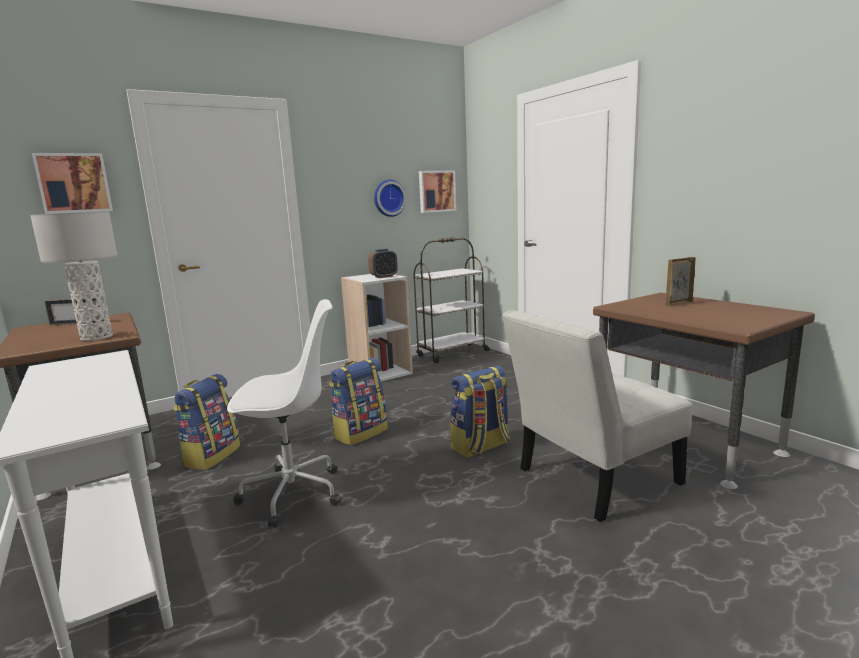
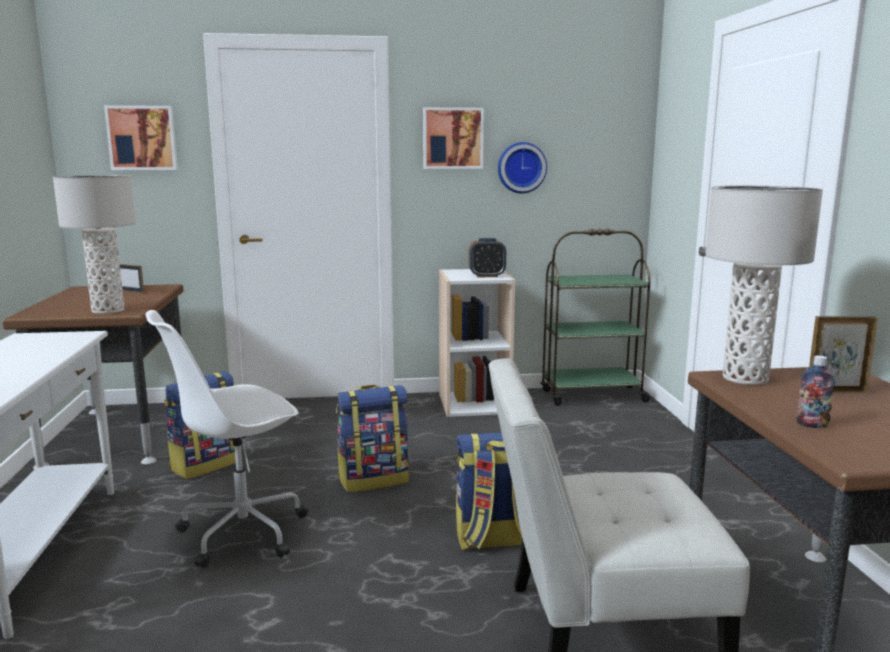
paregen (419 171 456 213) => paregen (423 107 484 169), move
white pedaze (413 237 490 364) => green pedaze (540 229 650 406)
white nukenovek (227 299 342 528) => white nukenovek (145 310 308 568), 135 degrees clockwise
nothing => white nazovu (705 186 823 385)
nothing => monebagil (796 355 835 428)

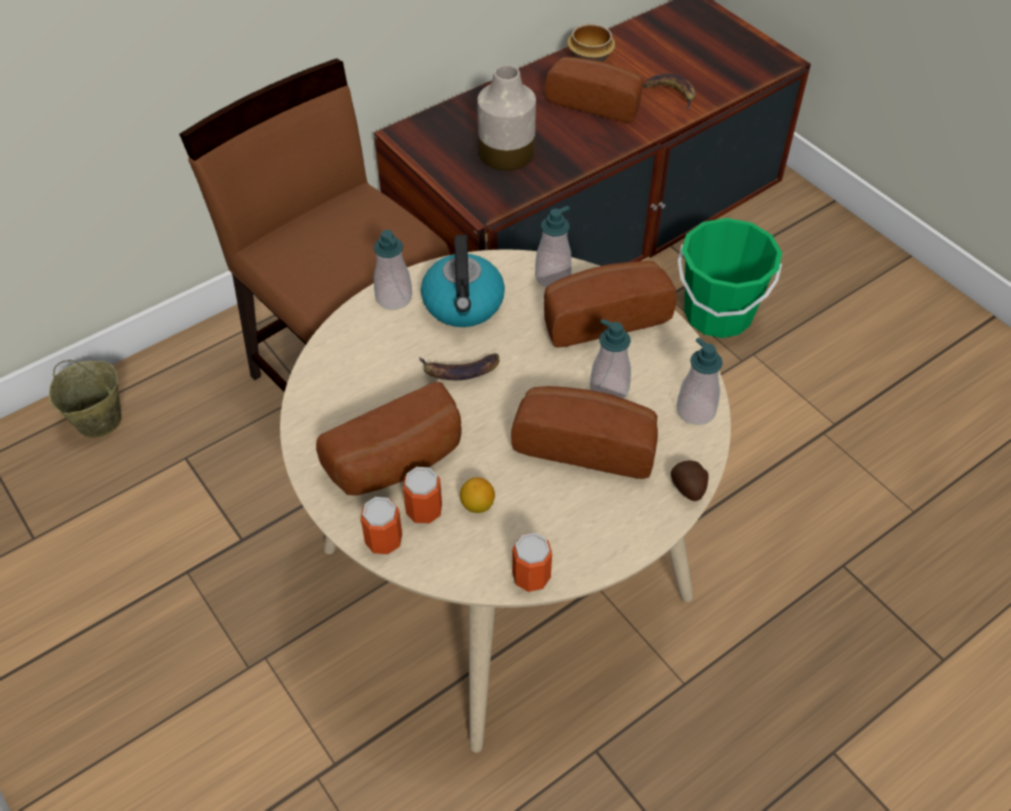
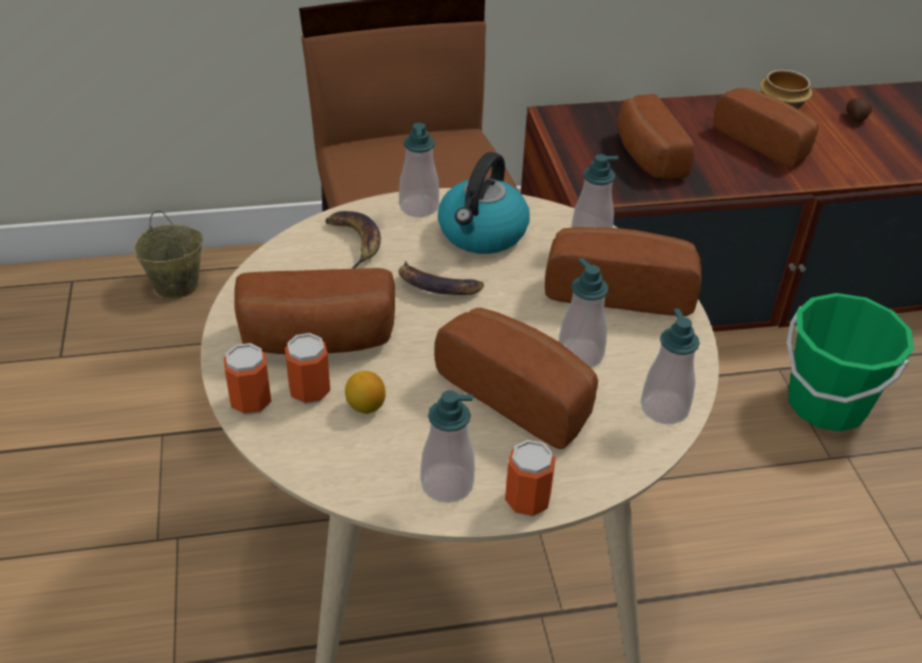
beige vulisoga (477 65 536 171) => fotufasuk (617 94 694 179)
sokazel (643 74 696 110) => sokazel (325 211 381 269), move
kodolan (671 460 709 501) => kodolan (846 98 872 123), move
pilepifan (512 533 552 592) => pilepifan (505 440 556 517), move
nothing => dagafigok (421 390 475 503)

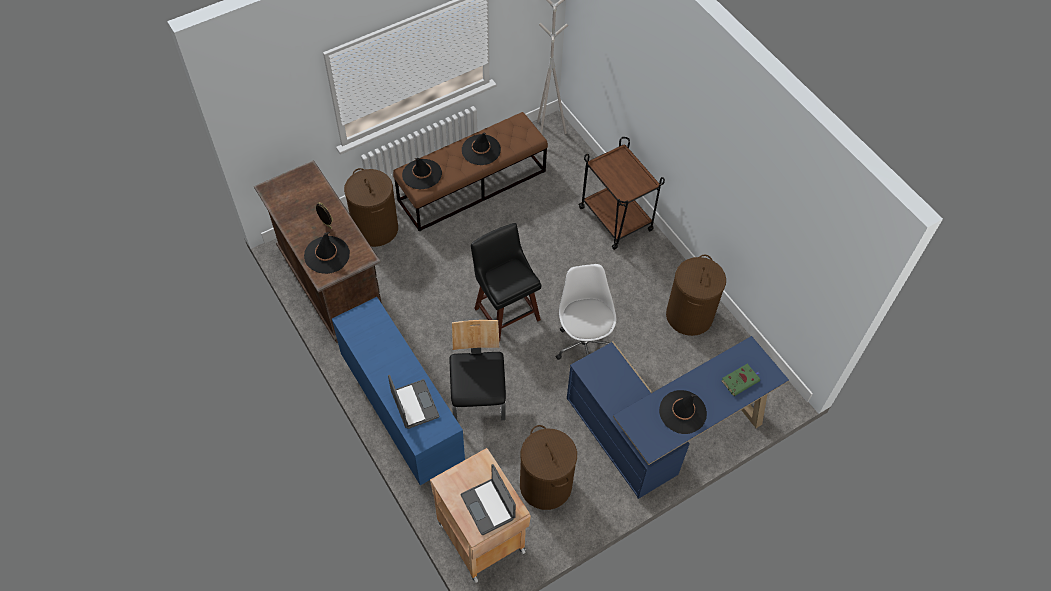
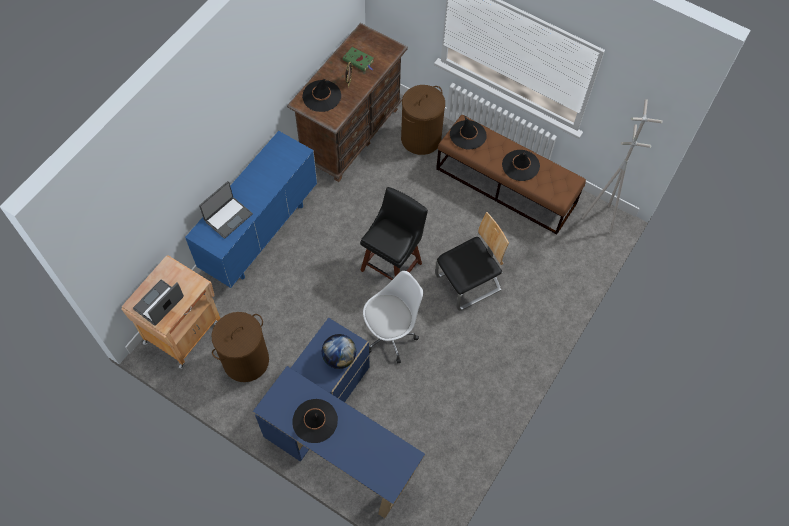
brown pedaze (579 137 665 250) => nothing
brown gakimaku (666 255 726 336) => nothing
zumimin (449 320 506 422) => zumimin (435 212 509 310), move
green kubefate (721 364 760 396) => green kubefate (343 47 374 71), move
nothing => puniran (322 334 356 369)

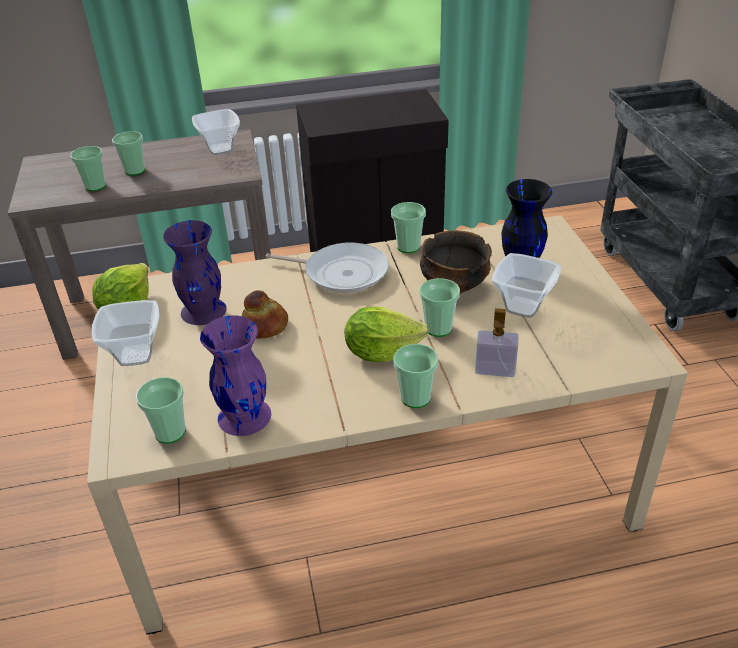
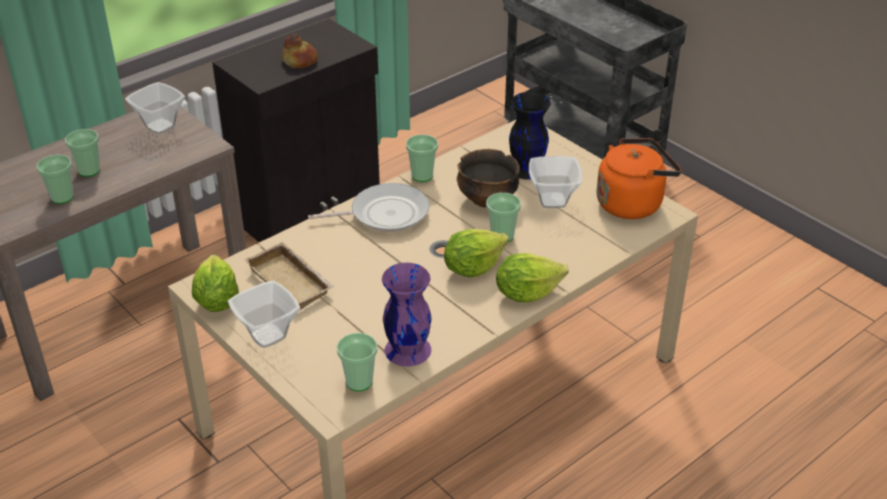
purple vulisoga (163 220 227 325) => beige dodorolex (244 242 335 310)
fotufasuk (242 290 288 339) => fotufasuk (282 34 318 68), move
dagafigok (475 308 519 377) => nothing
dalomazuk (394 344 438 408) => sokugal (496 253 568 303)
nothing => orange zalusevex (596 138 681 219)

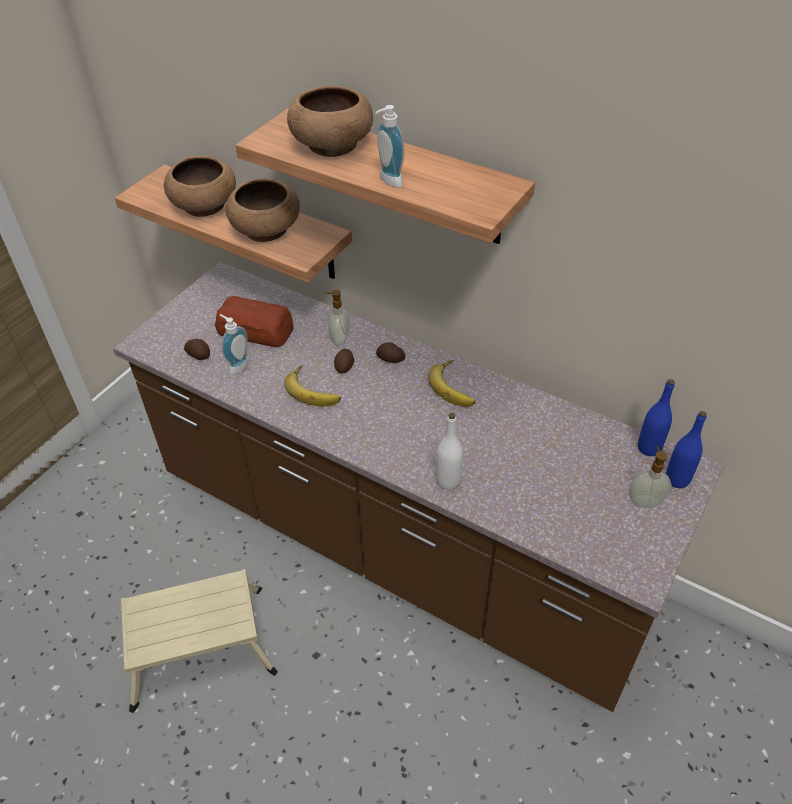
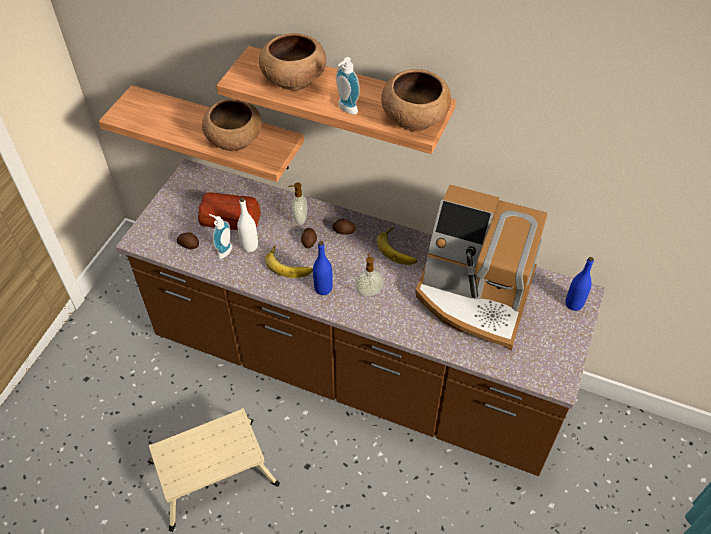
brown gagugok (164 156 236 217) => brown gagugok (381 69 451 131), move
blue monebagil (638 379 675 456) => blue monebagil (313 241 333 295), move
white monebagil (436 413 463 490) => white monebagil (237 198 258 252), move
dagafigok (629 446 672 507) => dagafigok (355 254 384 297), move
nothing => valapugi (415 185 548 351)

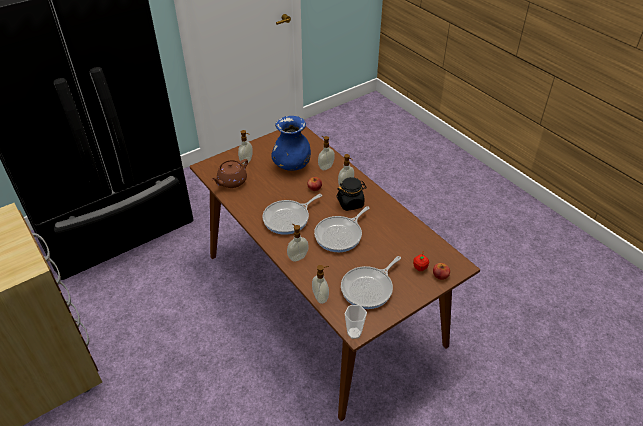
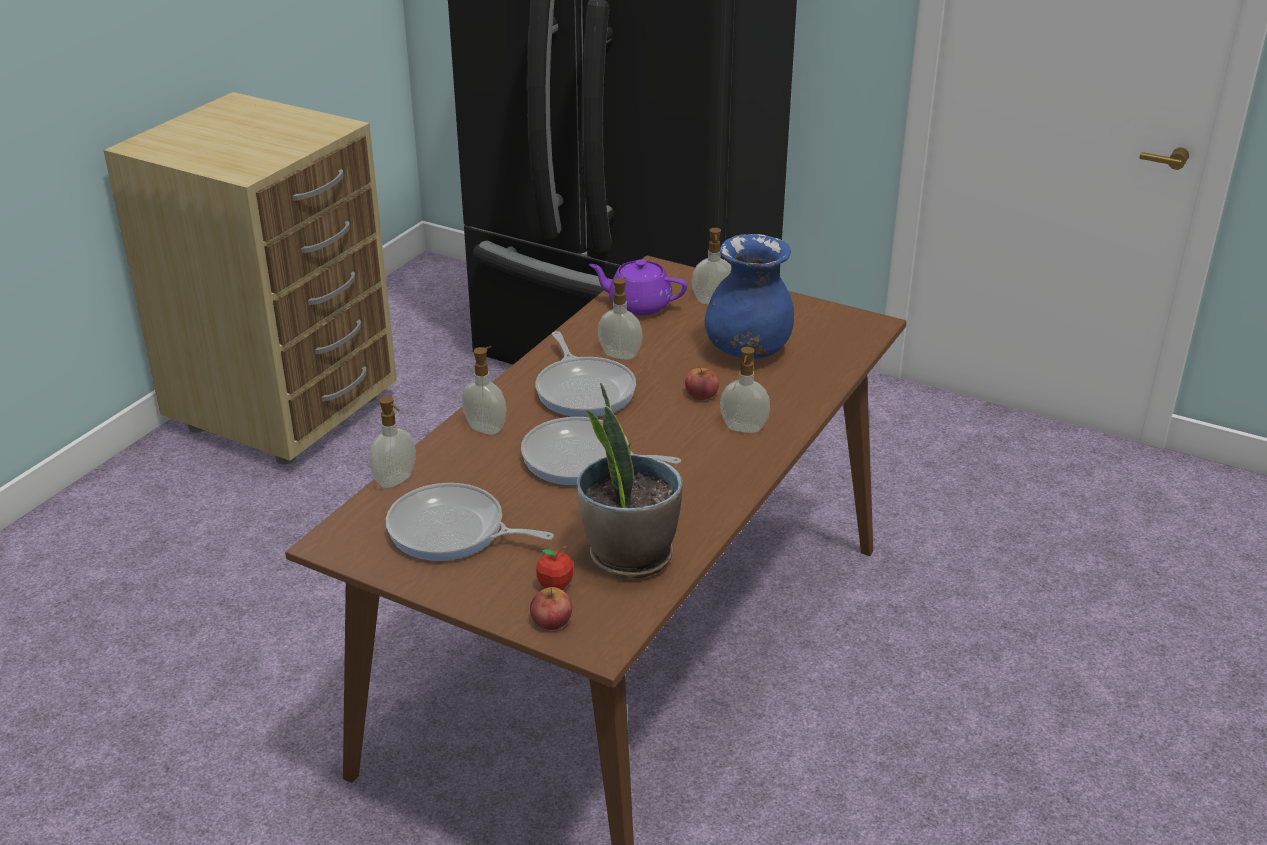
dagafigok (318 136 335 170) => dagafigok (598 277 643 359), move
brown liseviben (211 159 248 188) => purple liseviben (588 259 687 316)
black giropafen (336 177 367 211) => nothing
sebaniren (262 194 322 235) => sebaniren (536 331 636 417), 135 degrees counterclockwise
dalomazuk (344 305 367 339) => nothing
nothing => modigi (577 383 683 579)

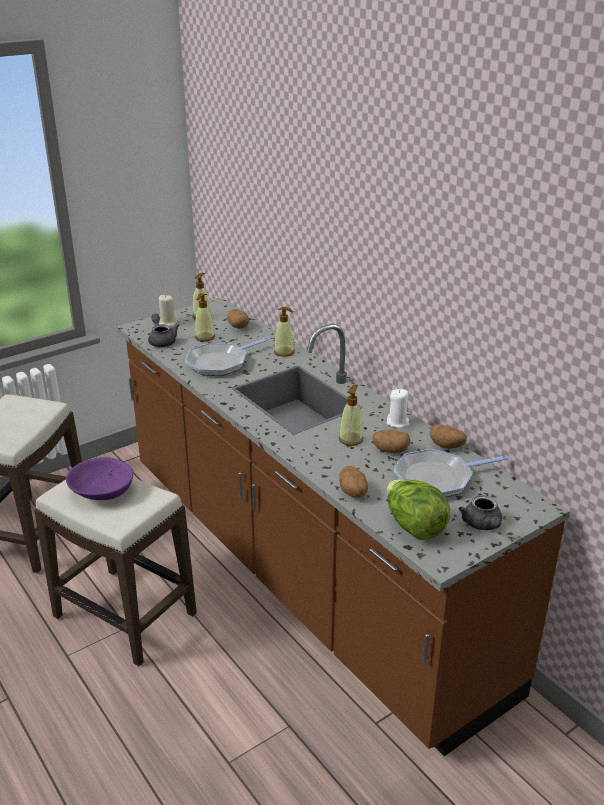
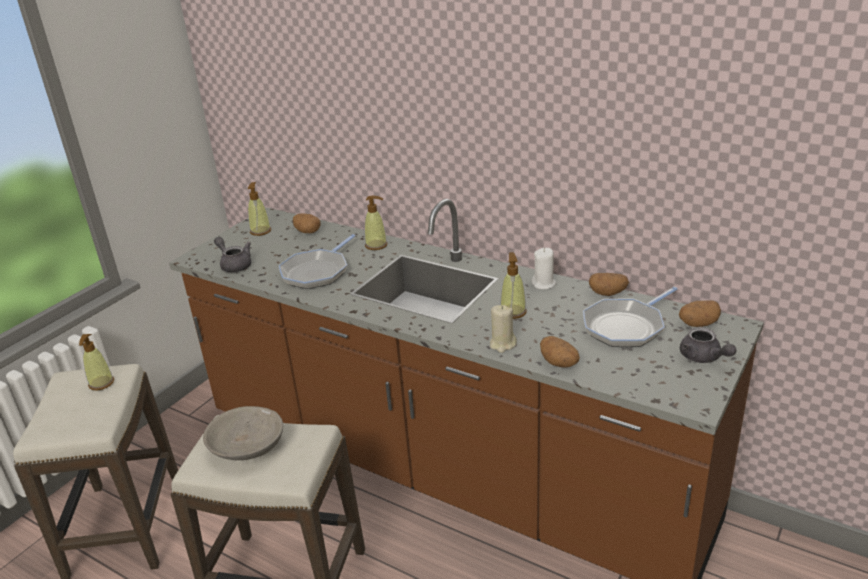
dagafigok (195 293 215 341) => dagafigok (79 334 114 390), move
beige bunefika (159 295 177 327) => beige bunefika (490 305 517 353), move
kodolan (372 430 410 453) => kodolan (679 300 721 327), move
purple gagugok (66 457 133 500) => grey gagugok (203 406 283 460)
sokugal (387 479 450 540) => nothing

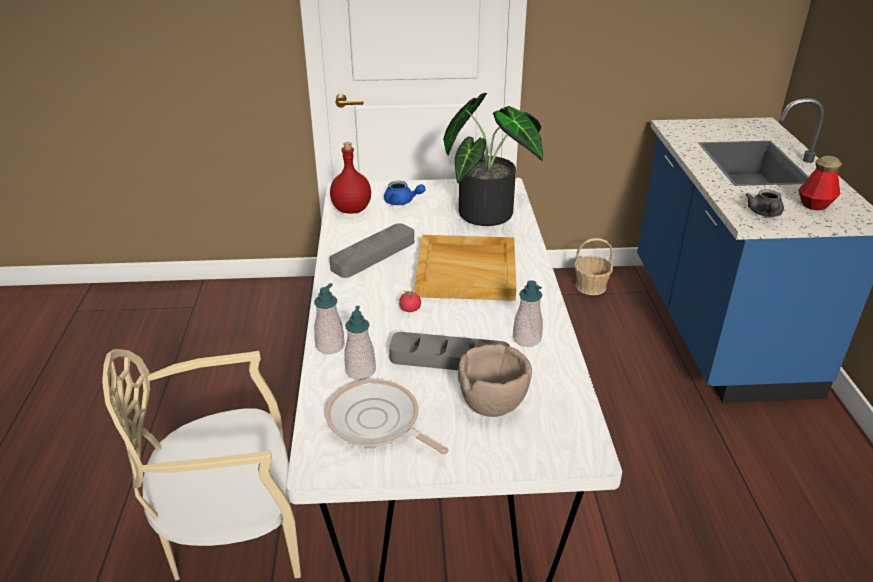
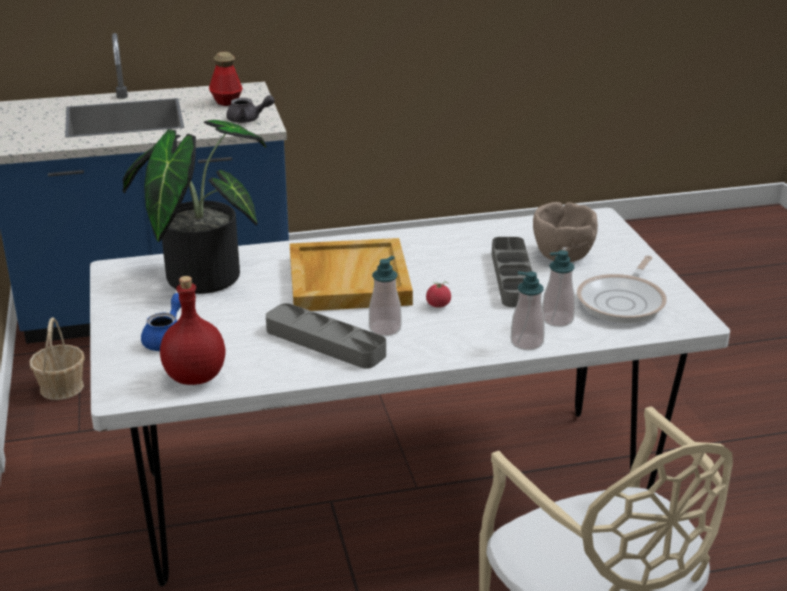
dagafigok (513 280 543 347) => dagafigok (369 256 402 336), move

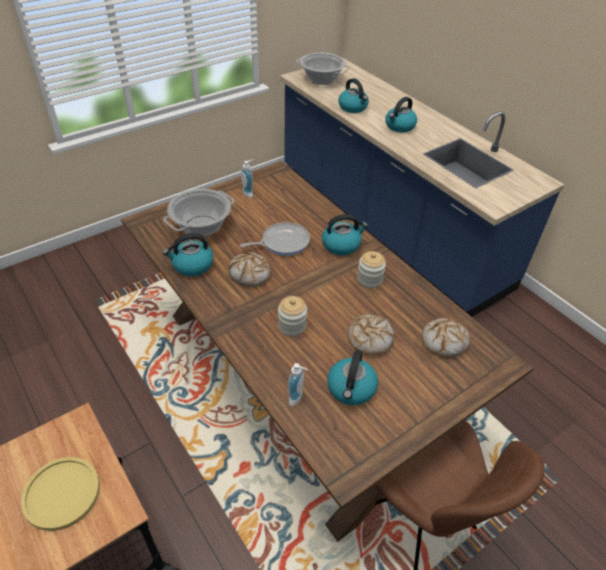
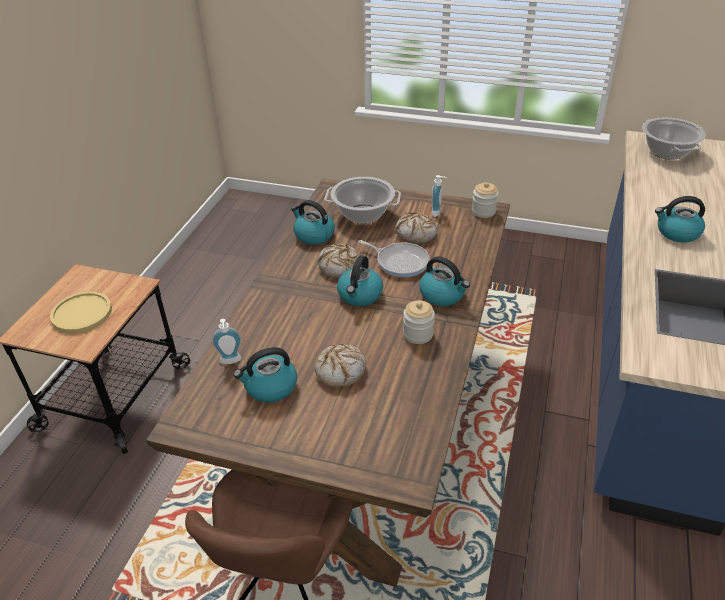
zalusevex (338 78 369 113) => zalusevex (337 255 383 306), move
giropafen (278 296 307 336) => giropafen (472 182 498 218), move
fotufasuk (421 318 470 358) => fotufasuk (395 212 437 243), move

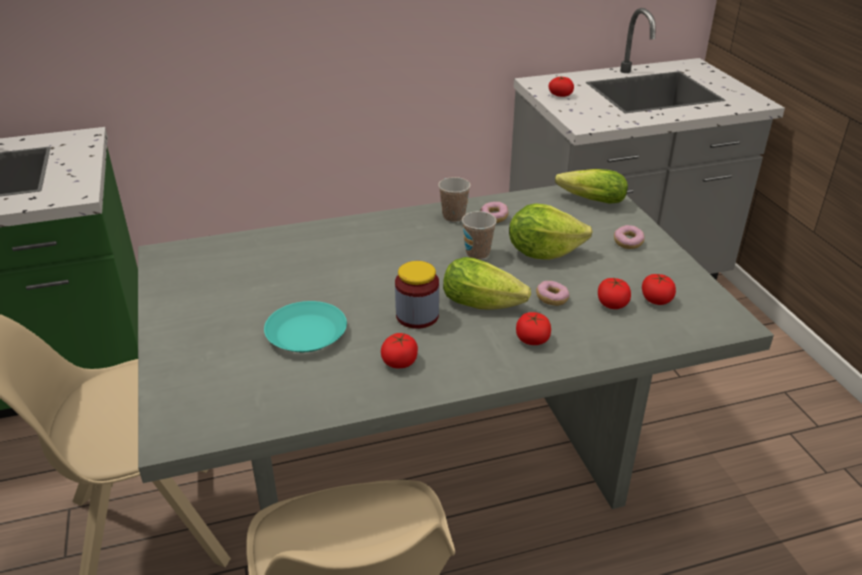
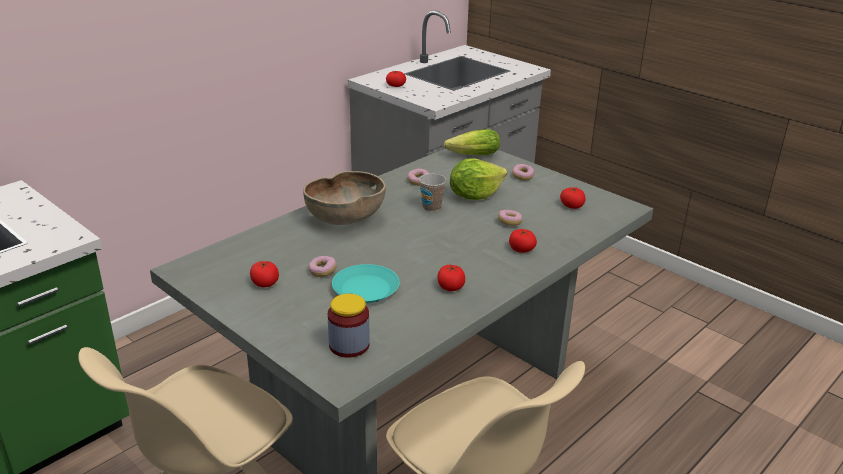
dalomazuk (438 177 471 222) => nothing
sokugal (443 257 531 310) => nothing
giropafen (395 261 439 329) => giropafen (328 294 370 358), move
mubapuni (598 278 631 309) => mubapuni (250 261 279 287), move
nothing => brown gagugok (303 171 386 225)
nothing => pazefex (308 256 337 277)

